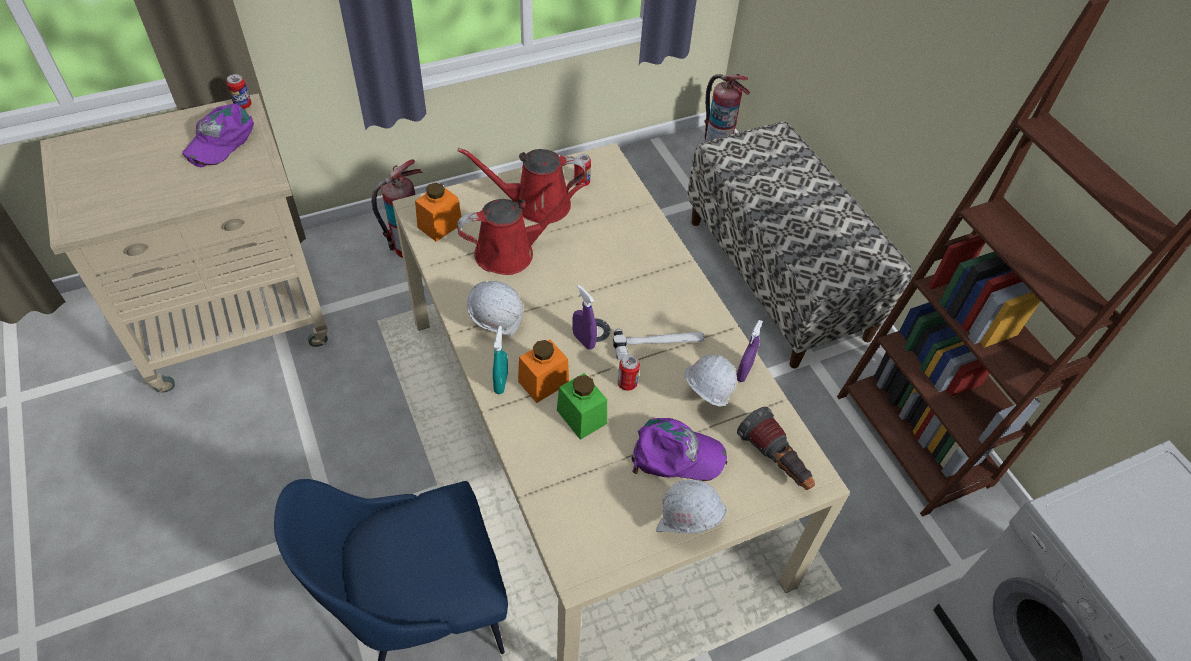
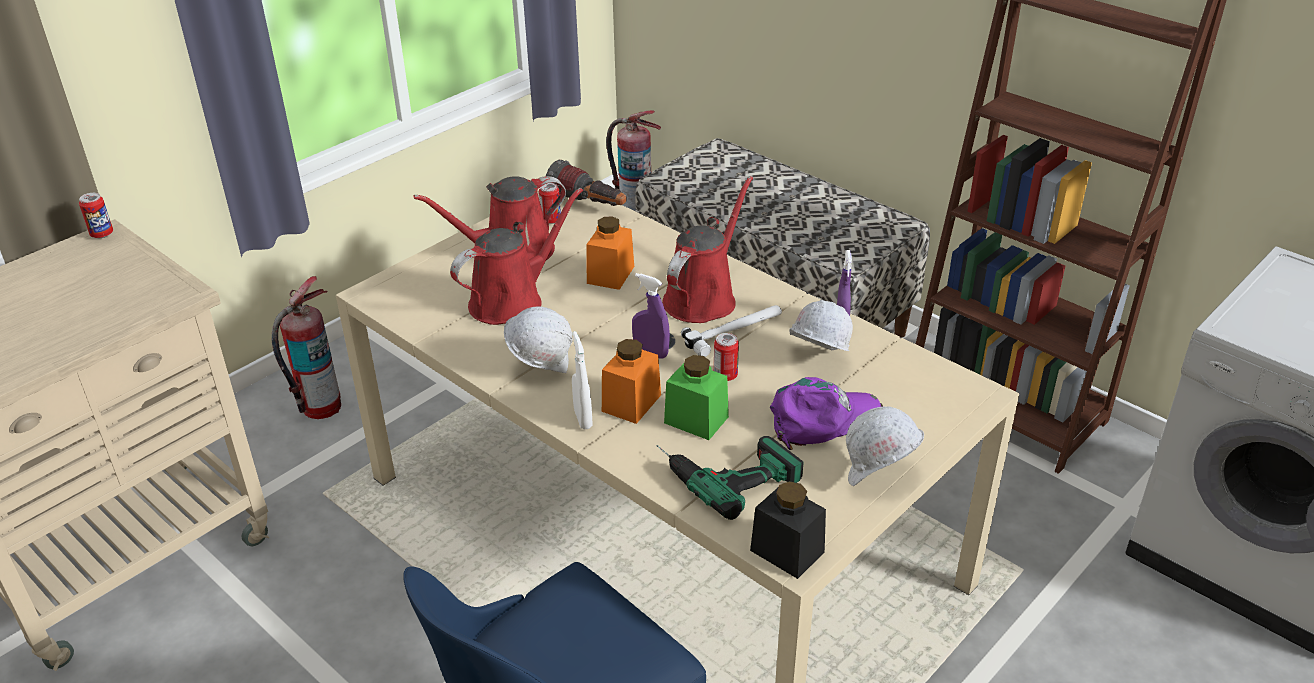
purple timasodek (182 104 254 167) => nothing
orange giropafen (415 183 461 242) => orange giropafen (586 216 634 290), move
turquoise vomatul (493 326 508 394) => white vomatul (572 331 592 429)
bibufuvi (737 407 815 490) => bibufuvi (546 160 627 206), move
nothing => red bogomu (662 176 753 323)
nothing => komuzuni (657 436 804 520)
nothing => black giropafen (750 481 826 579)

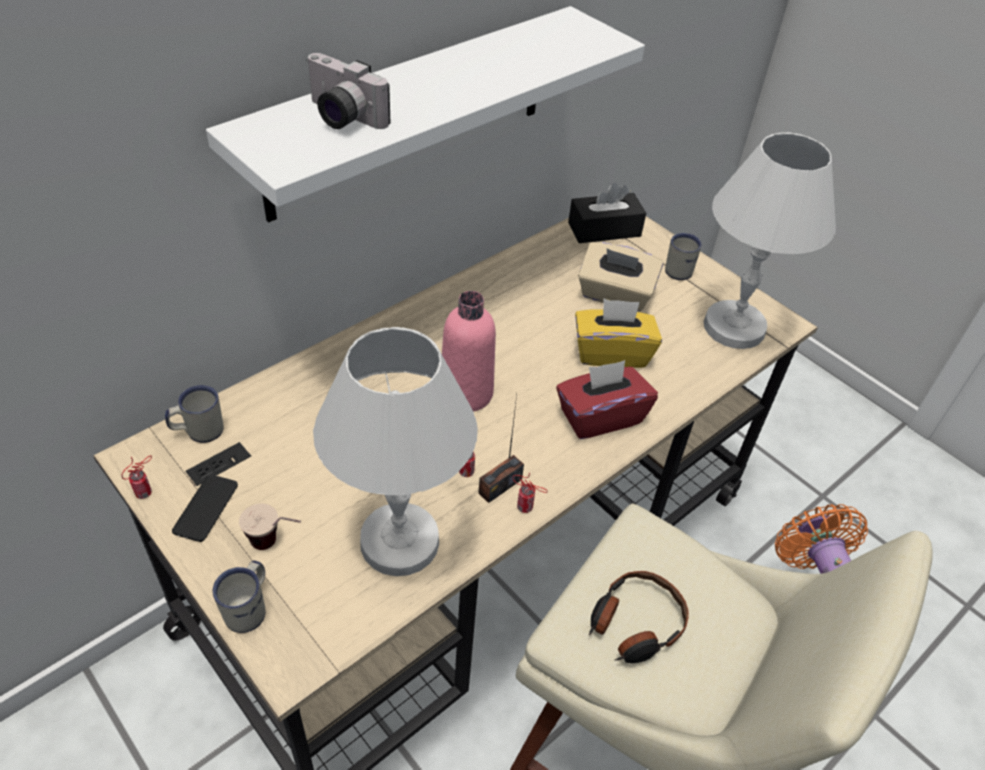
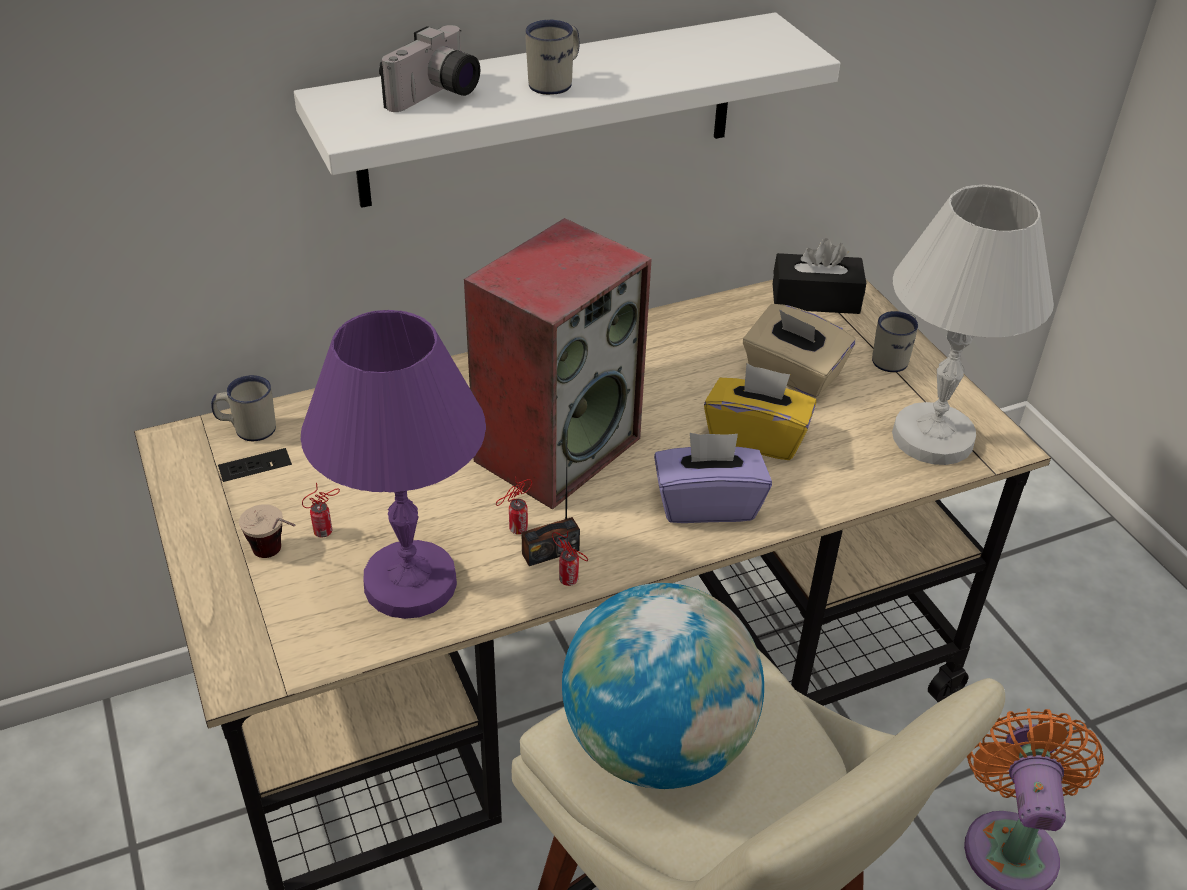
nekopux (306 53 390 129) => nekopux (379 25 480 112), 105 degrees counterclockwise
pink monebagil (442 291 496 412) => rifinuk (464 218 652 509)
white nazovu (313 327 478 576) => purple nazovu (301 310 486 619)
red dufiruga (556 360 658 439) => purple dufiruga (654 433 772 523)
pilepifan (122 455 152 499) => pilepifan (302 483 340 537), move
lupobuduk (172 474 238 542) => nothing
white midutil (213 561 266 633) => white midutil (525 20 579 95), move
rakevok (589 571 689 663) => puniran (562 583 764 789)

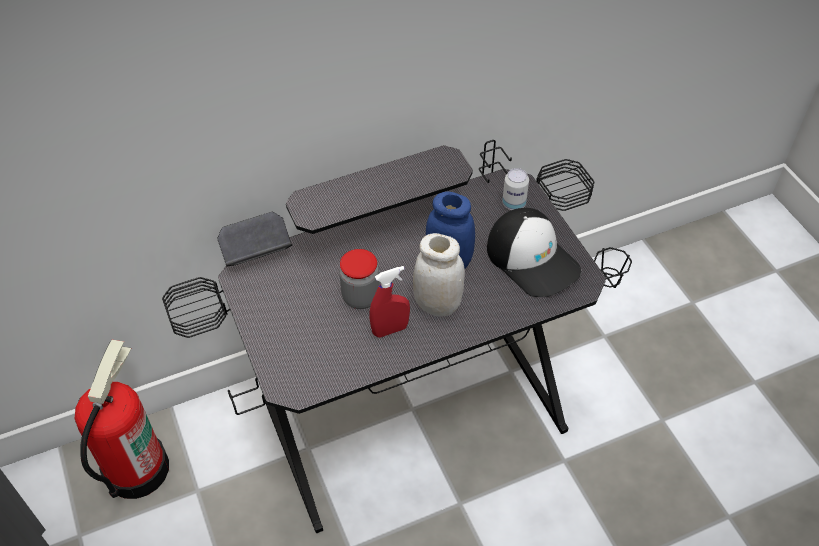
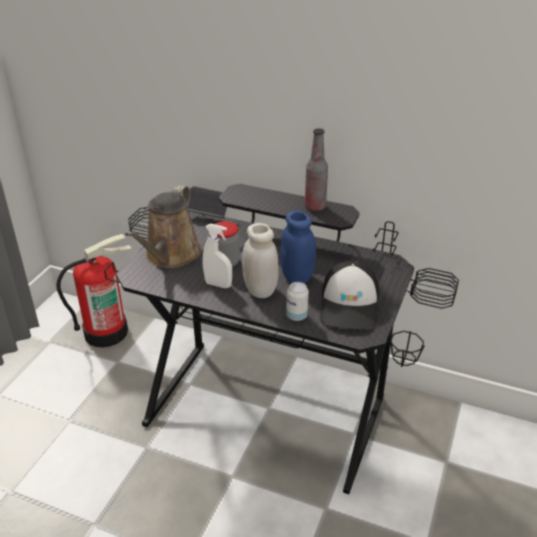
pilepifan (502 168 529 210) => pilepifan (286 282 309 321), move
red vomatul (369 266 410 338) => white vomatul (203 224 232 288)
nothing => monebagil (305 128 328 211)
nothing => brown bogomu (125 185 202 268)

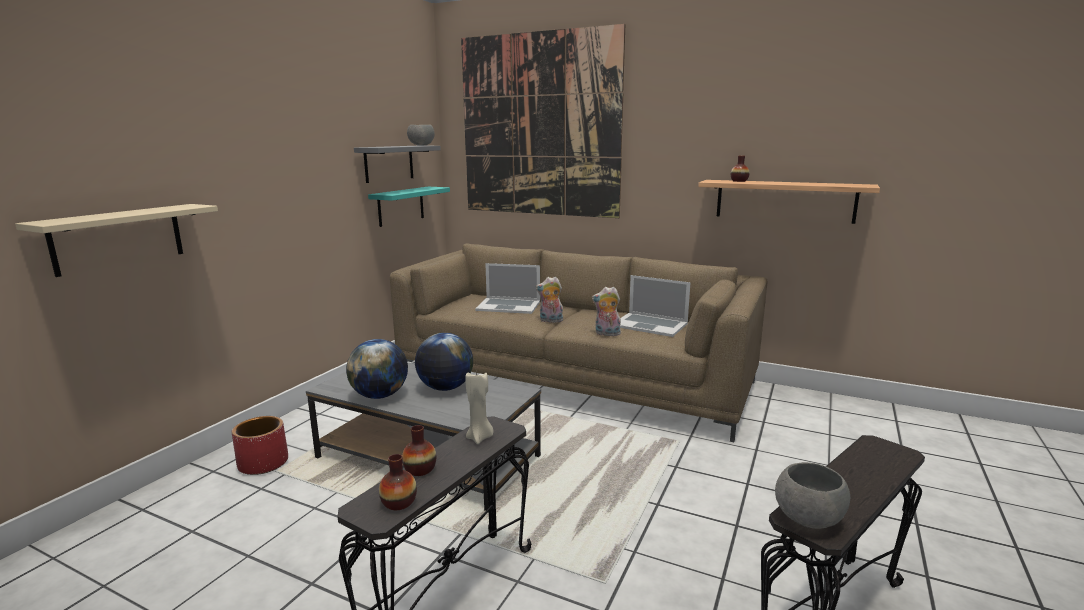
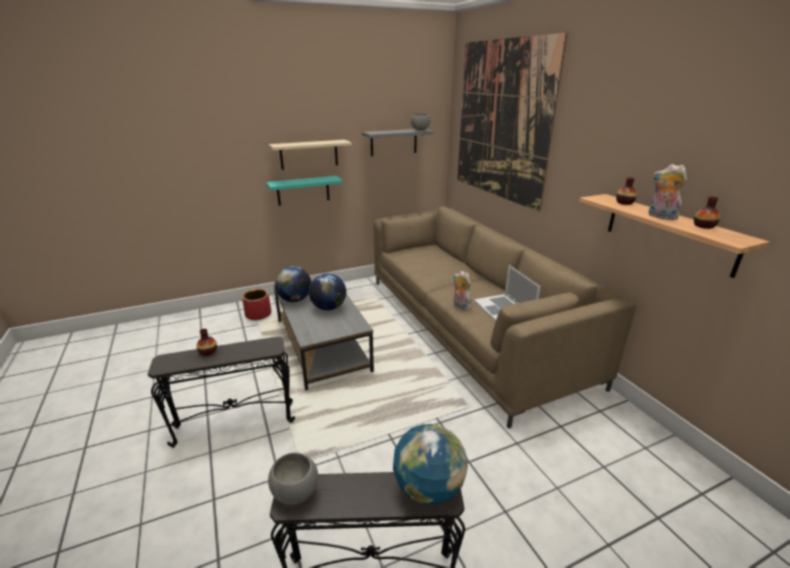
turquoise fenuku (368 187 450 227) => turquoise fenuku (266 176 343 206), move
beige fenuku (15 204 218 277) => beige fenuku (269 140 352 170), move
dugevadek (475 263 540 314) => nothing
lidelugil (536 277 563 323) => lidelugil (649 164 687 220), move
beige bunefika (465 370 493 444) => nothing
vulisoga (379 454 417 510) => vulisoga (694 196 720 229), move
nothing => puniran (393 424 468 505)

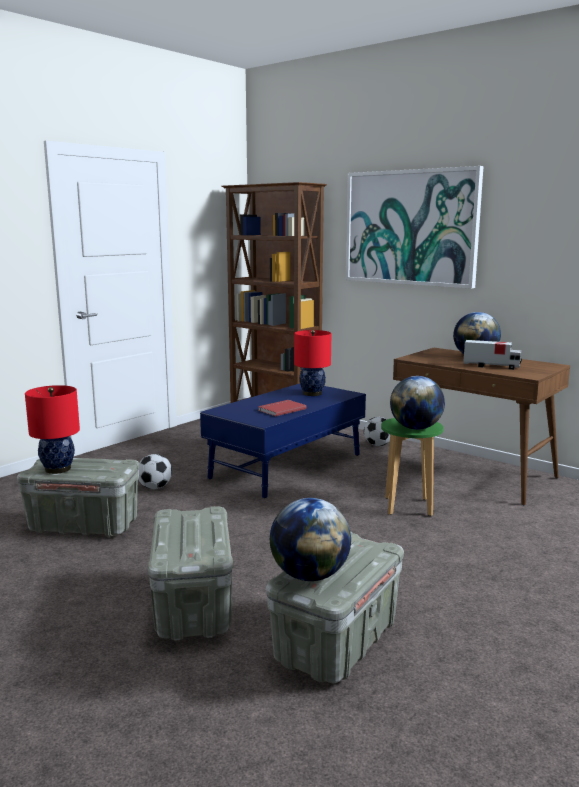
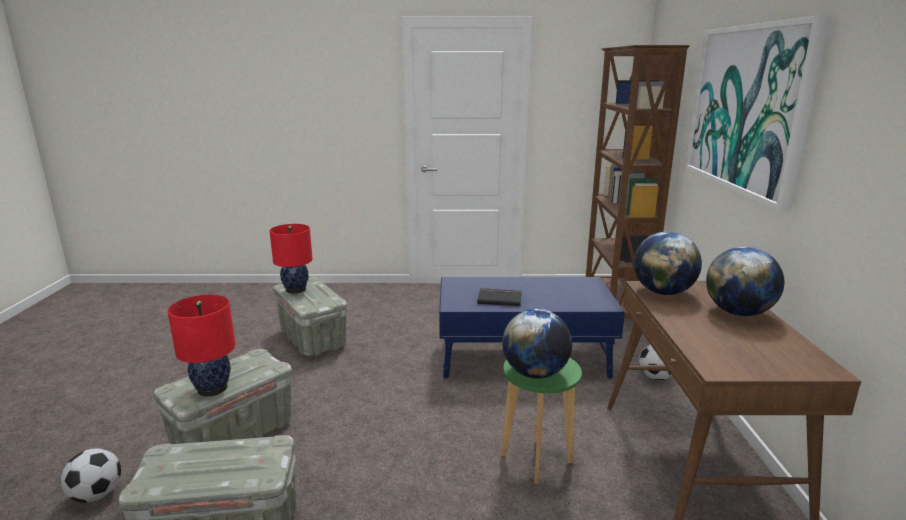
red nazovu (294 330 331 396) => red nazovu (168 295 235 396), move
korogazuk (463 340 522 370) => nothing
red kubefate (258 400 306 416) => black kubefate (477 288 522 306)
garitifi (138 454 172 489) => garitifi (61 448 121 503), move
puniran (270 498 351 581) => puniran (634 231 702 295), move

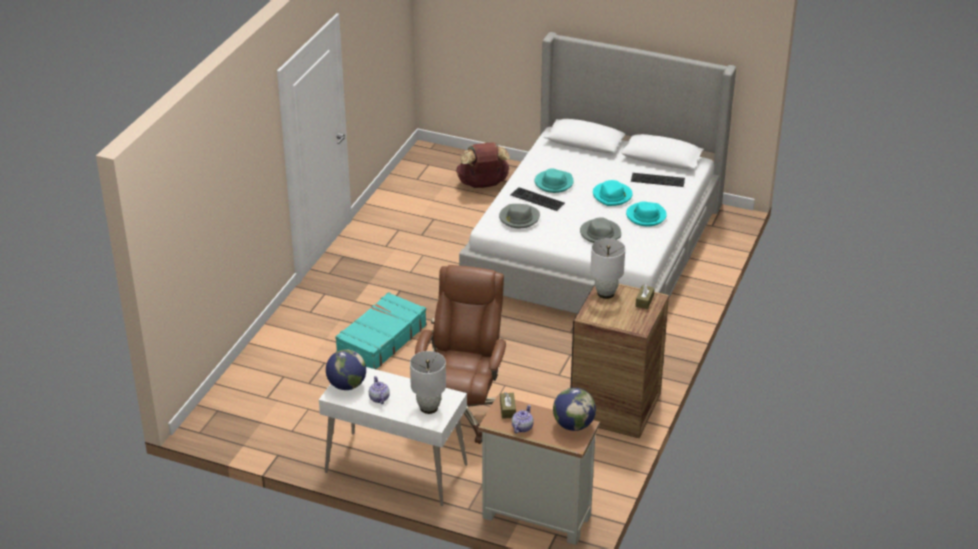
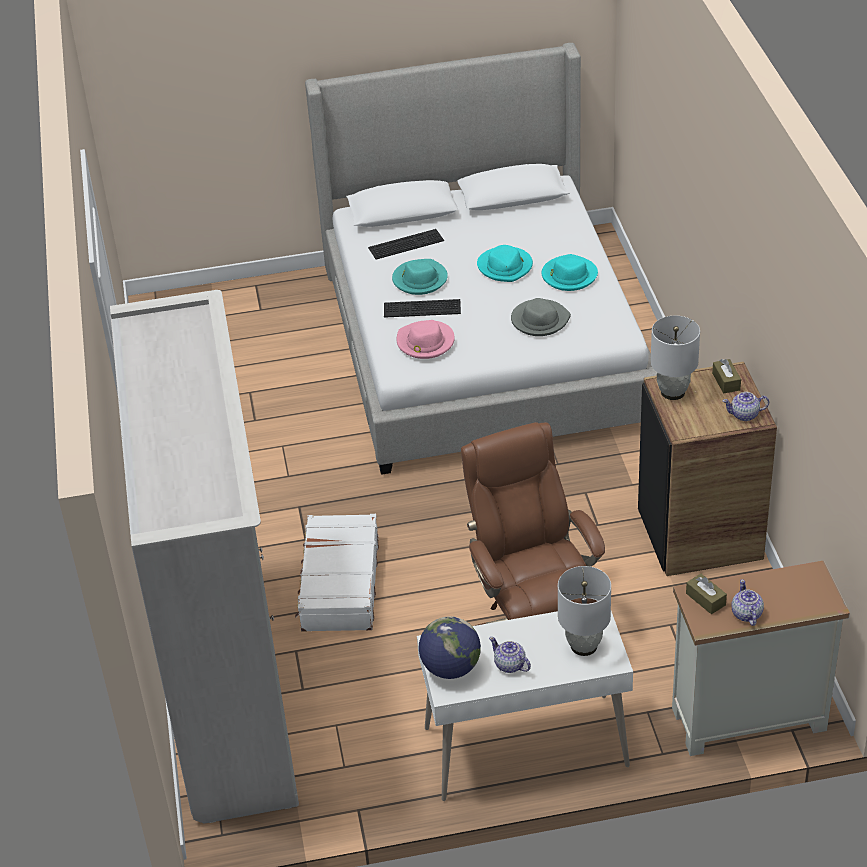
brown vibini (456 142 510 188) => nothing
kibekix (631 173 685 187) => kibekix (368 229 444 259), move
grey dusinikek (499 204 540 228) => pink dusinikek (396 320 455 359)
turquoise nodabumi (335 292 427 369) => white nodabumi (295 514 379 632)
puniran (553 388 596 431) => nothing
nothing => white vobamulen (110 290 299 824)
nothing => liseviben (722 392 769 421)

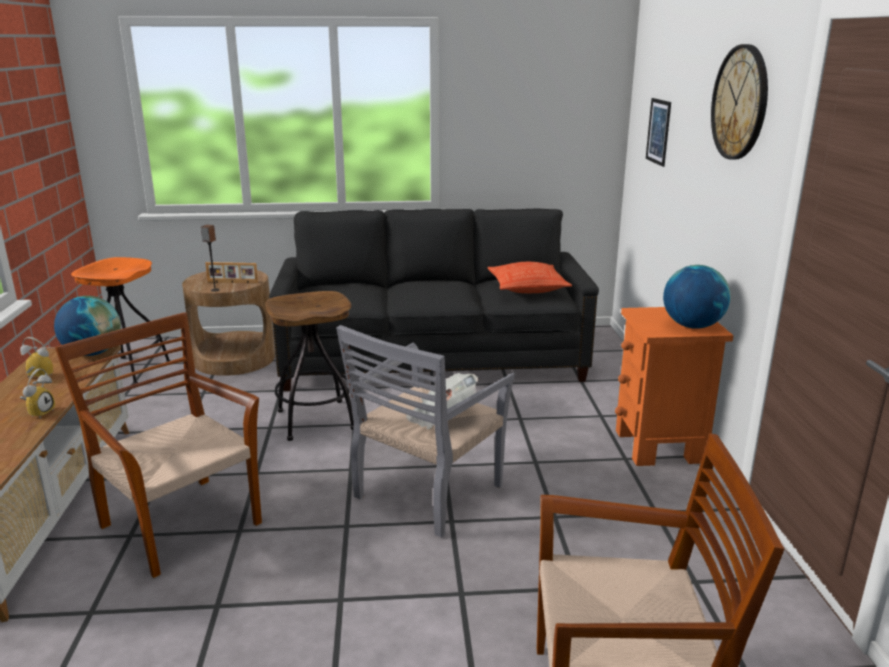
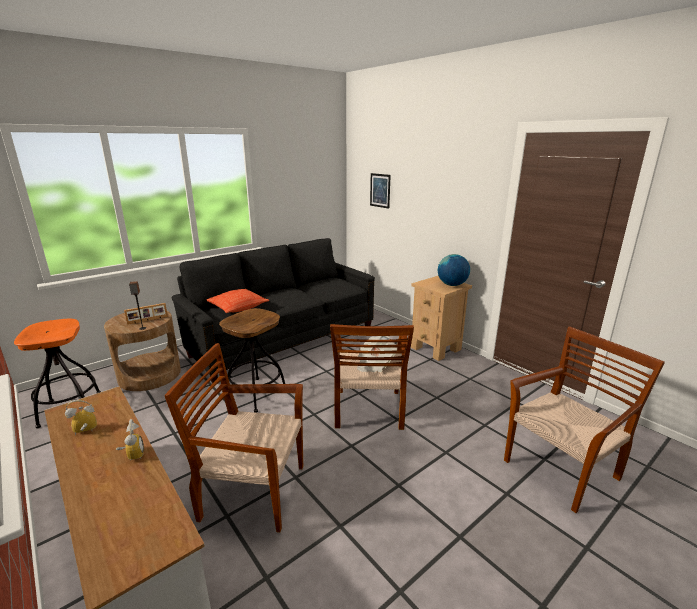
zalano (711 44 768 159) => nothing
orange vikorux (488 262 572 293) => orange vikorux (207 289 269 313), move
puniran (54 296 121 356) => nothing
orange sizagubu (615 307 734 466) => beige sizagubu (411 276 472 361)
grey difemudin (336 325 515 538) => brown difemudin (330 324 414 430)

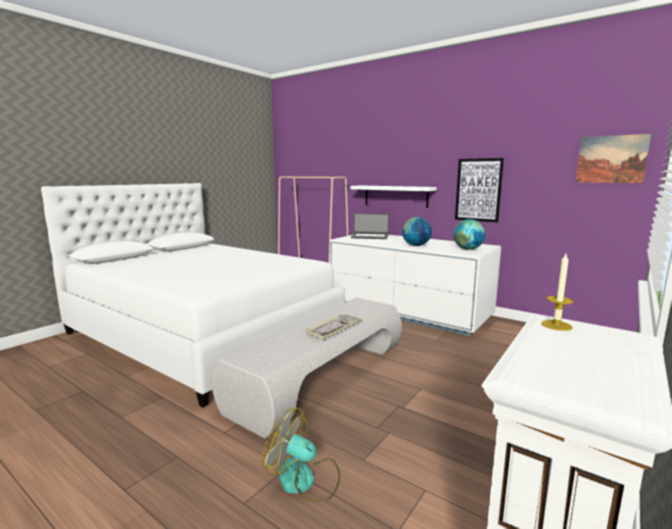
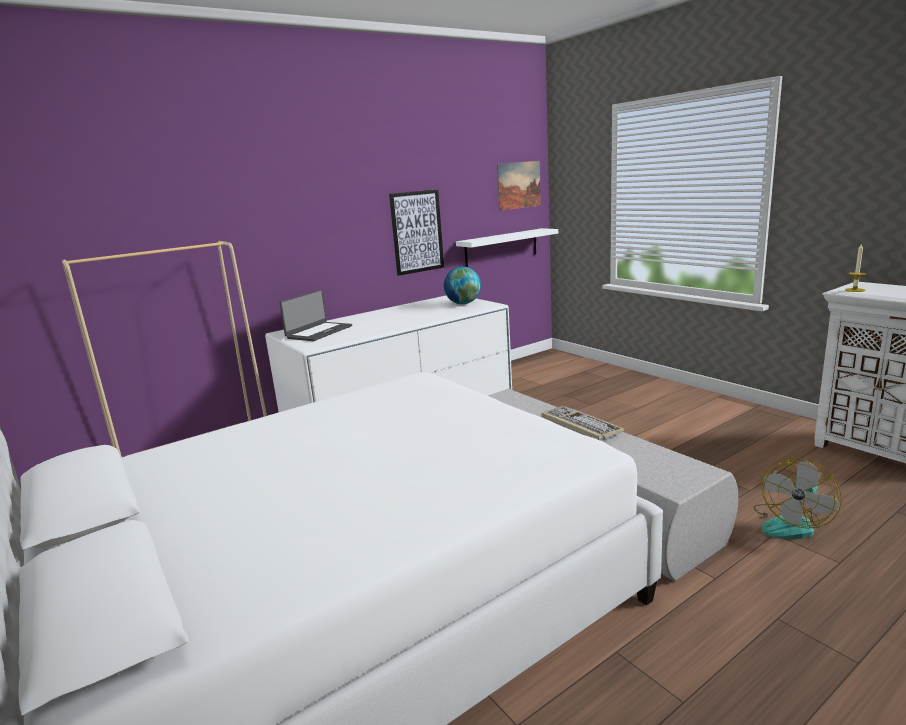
white fenuku (351 186 437 208) => white fenuku (456 228 558 267), move
puniran (402 217 432 246) => nothing

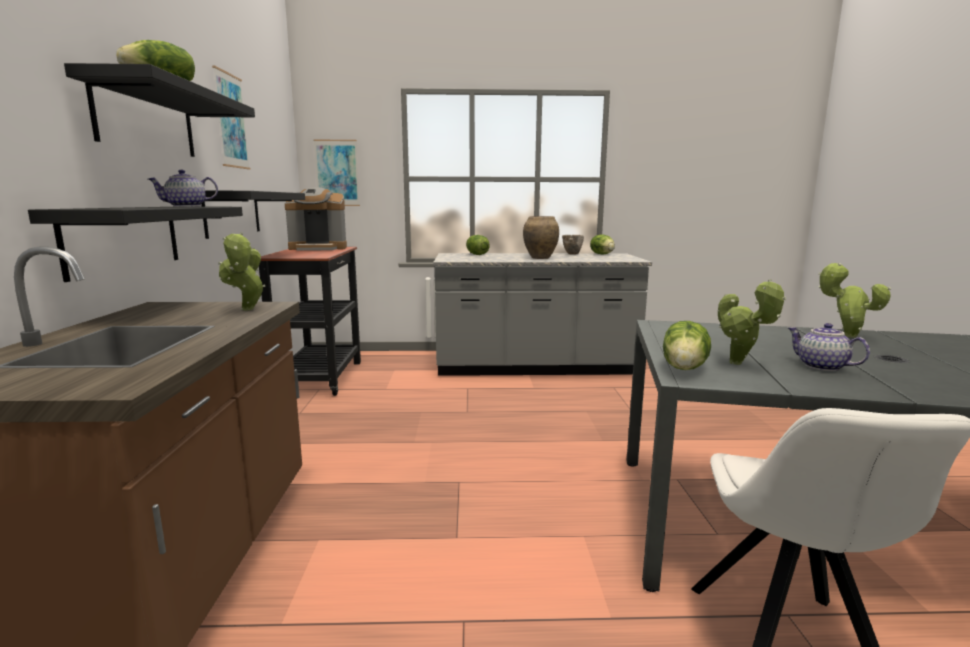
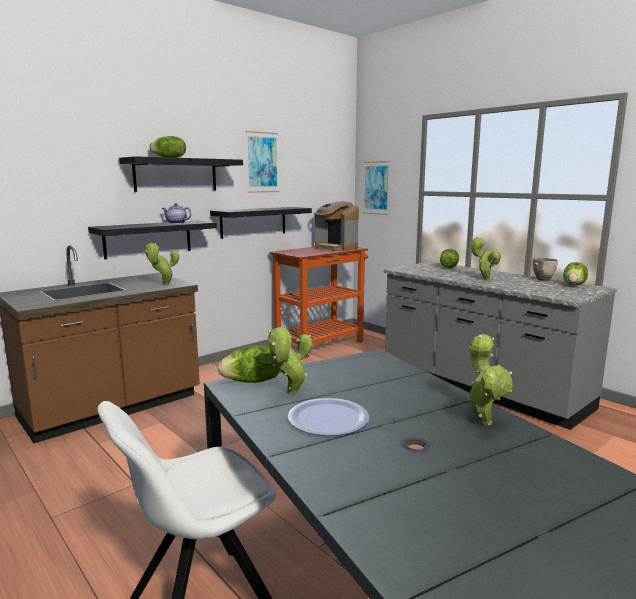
brown vulisoga (523 216 559 259) => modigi (471 237 501 280)
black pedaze (259 247 361 396) => orange pedaze (269 247 368 358)
liseviben (788 323 870 371) => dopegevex (288 398 369 436)

